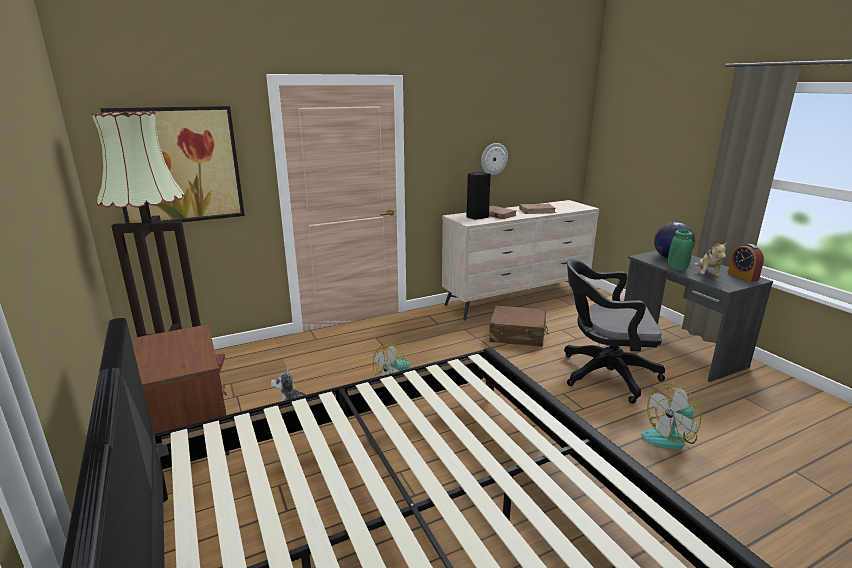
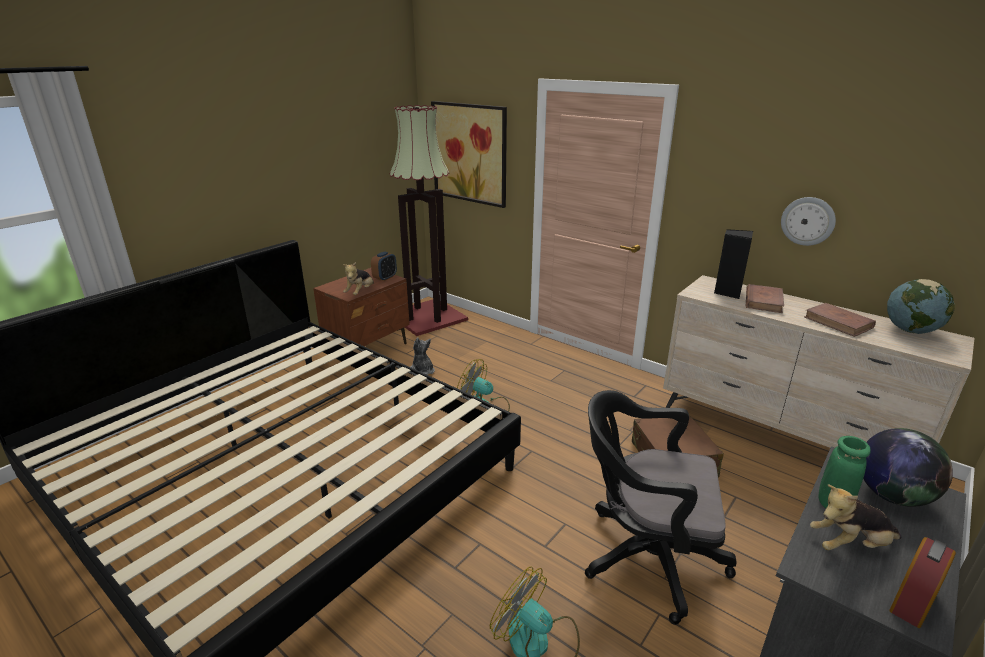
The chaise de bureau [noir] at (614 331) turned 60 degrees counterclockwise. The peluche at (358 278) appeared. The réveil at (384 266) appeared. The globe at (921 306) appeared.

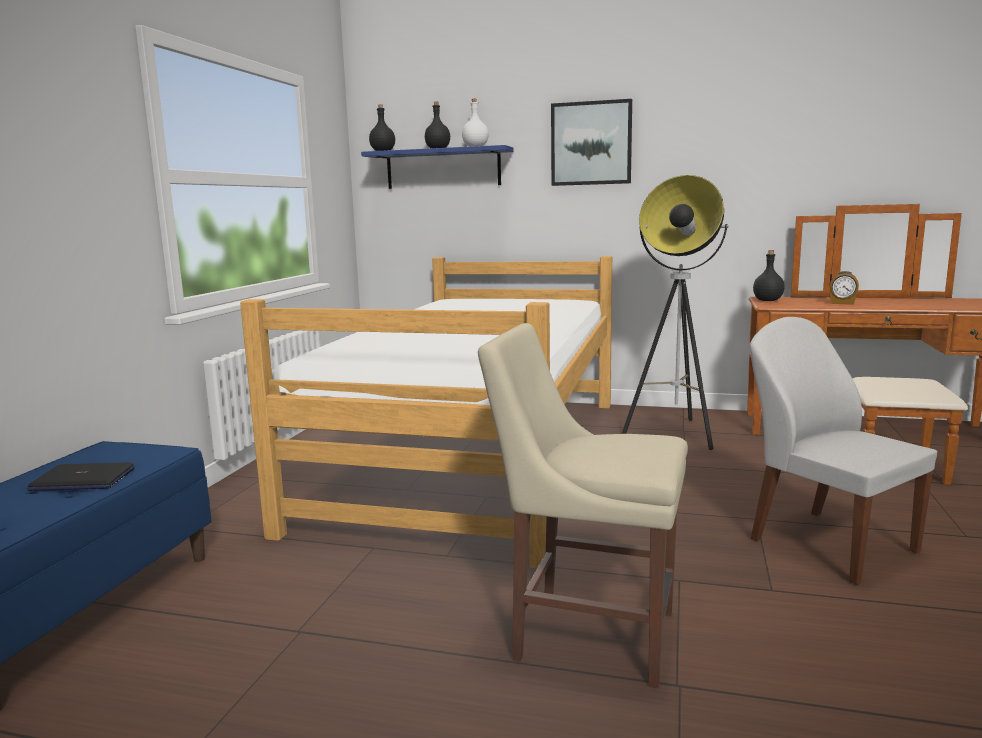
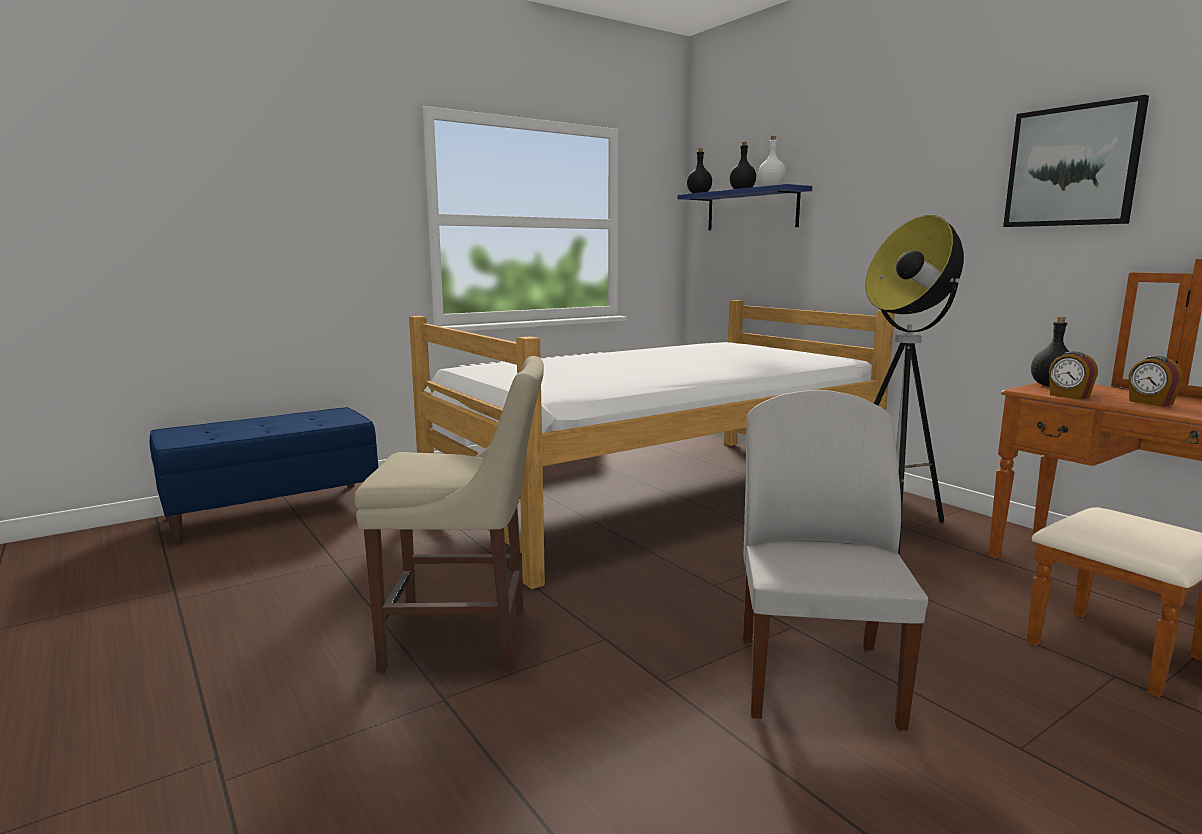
The ordinateur portable at (81 476) disappeared. The chaise [beige] at (583 505) turned 120 degrees clockwise. The tableau moved from (591 142) to (1076 161). The réveil at (1073 375) appeared.

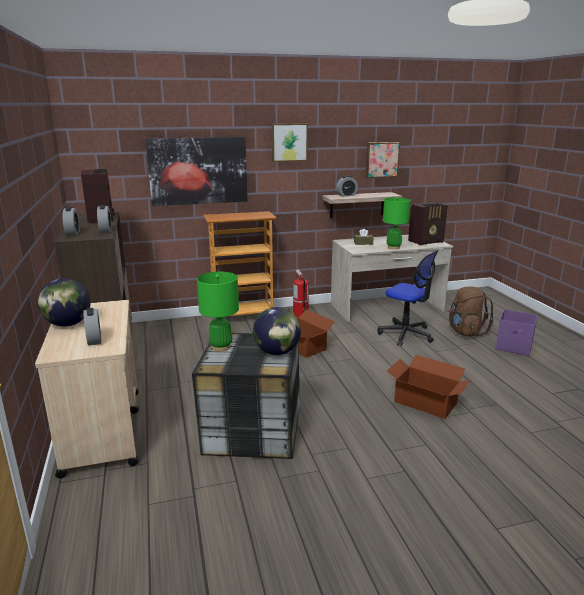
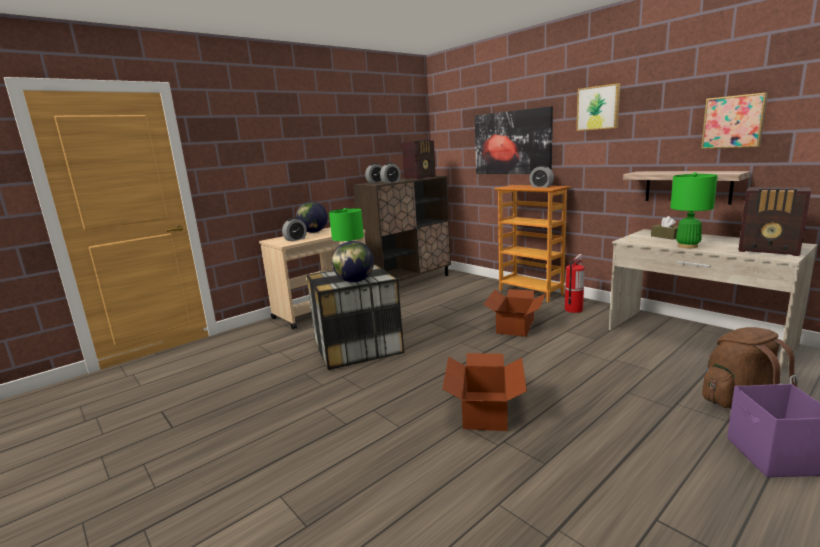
The réveil moved from (347 186) to (541 176). The chaise de bureau at (408 298) disappeared.

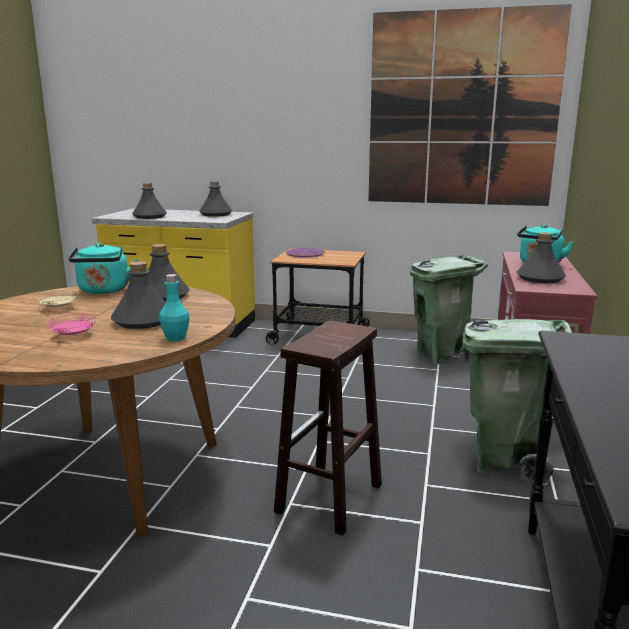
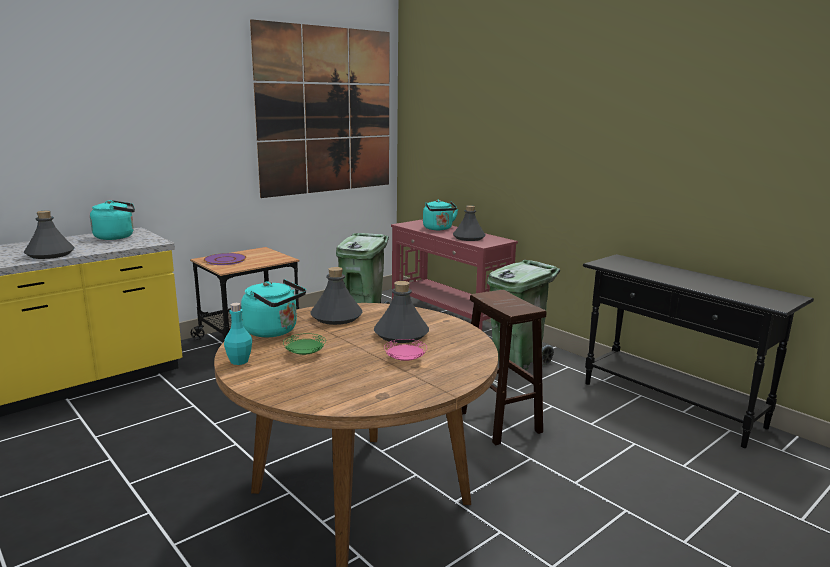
The assiette [beige] at (57 299) became the assiette [vert] at (304 344). The bouteille [turquoise] moved from (174 307) to (238 334). The bouteille [gris] at (215 199) was replaced by the bouilloire [turquoise] at (112 220).

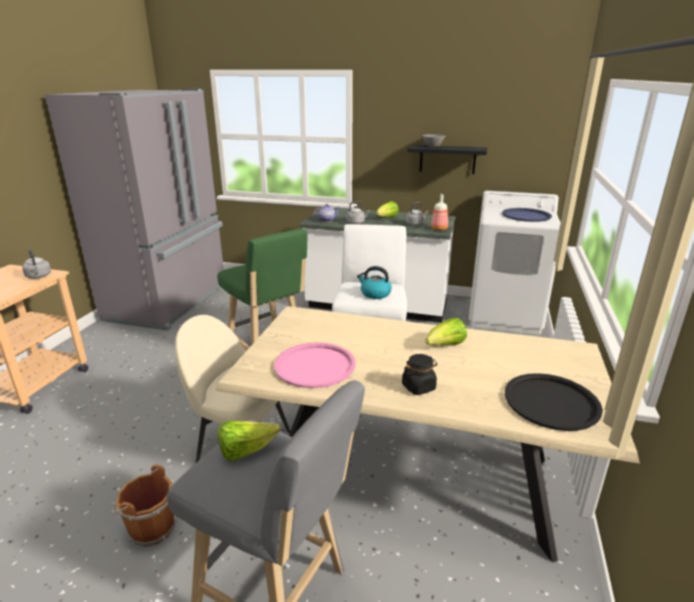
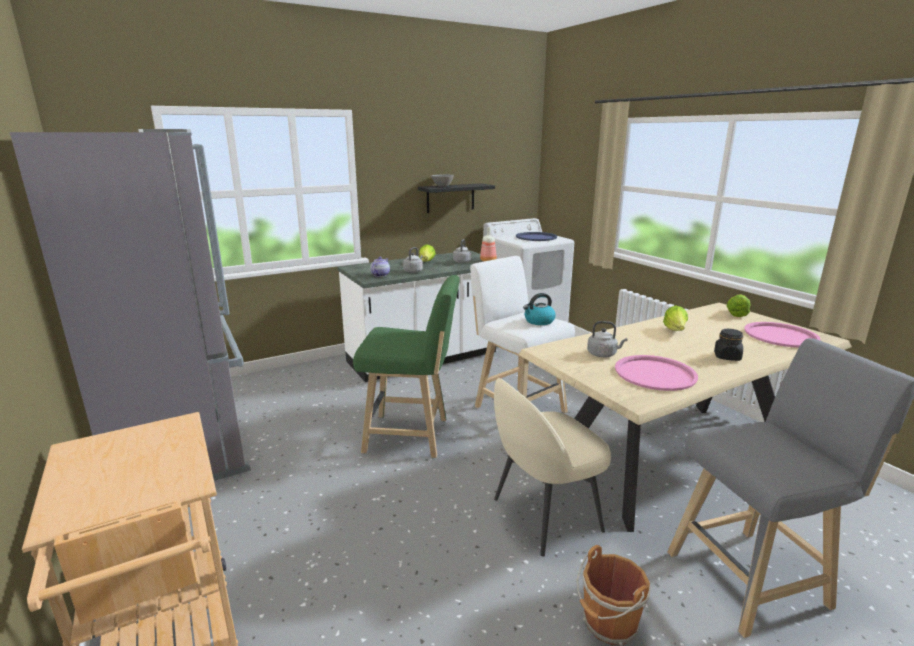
The bouilloire [gris] moved from (36 263) to (607 339). The laitue moved from (249 441) to (738 305). The plateau [noir] at (554 402) became the plateau [rose] at (782 335).

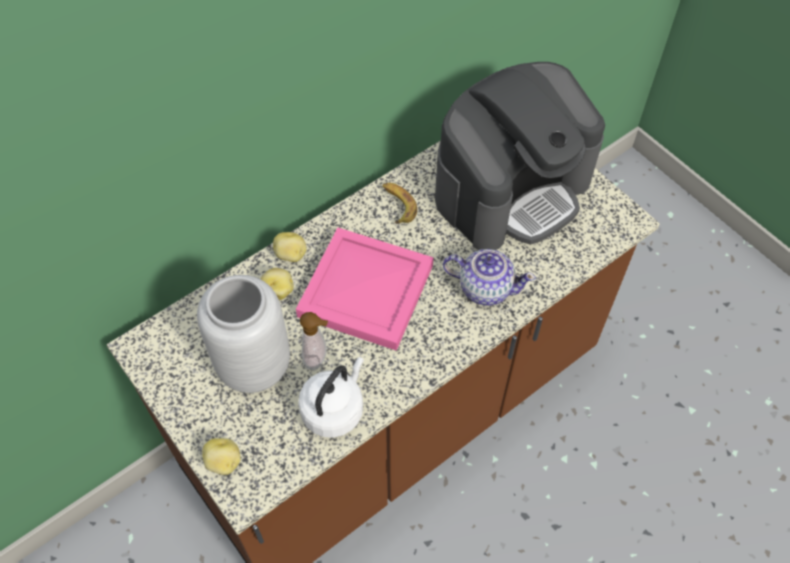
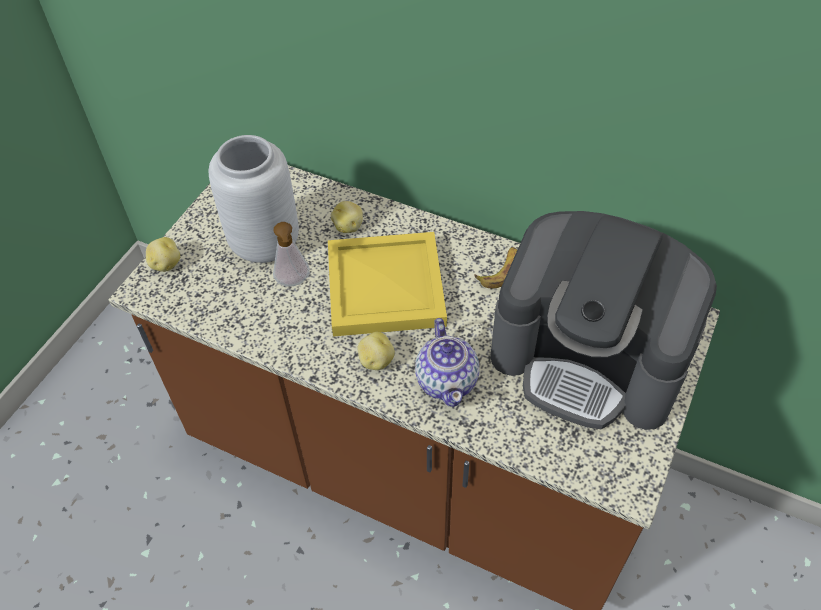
The pomme de terre moved from (290 247) to (376 351). The plateau [rose] at (365 289) became the plateau [jaune] at (387 284). The bouilloire [blanc] at (331 397) disappeared.

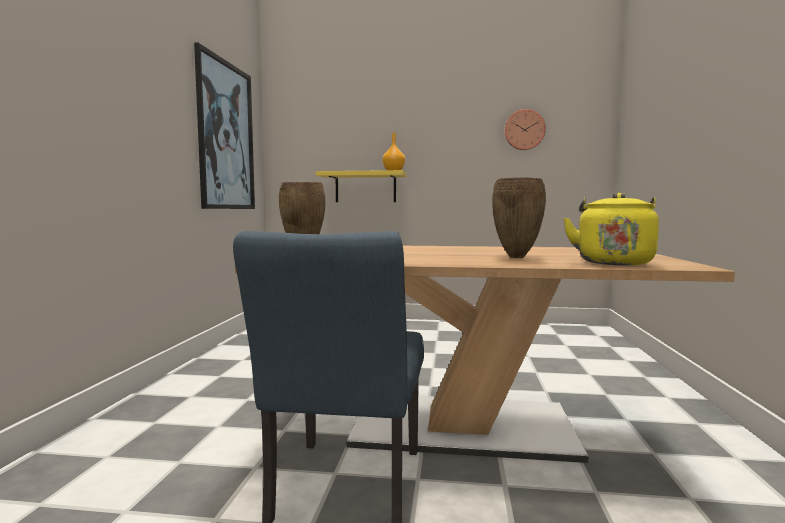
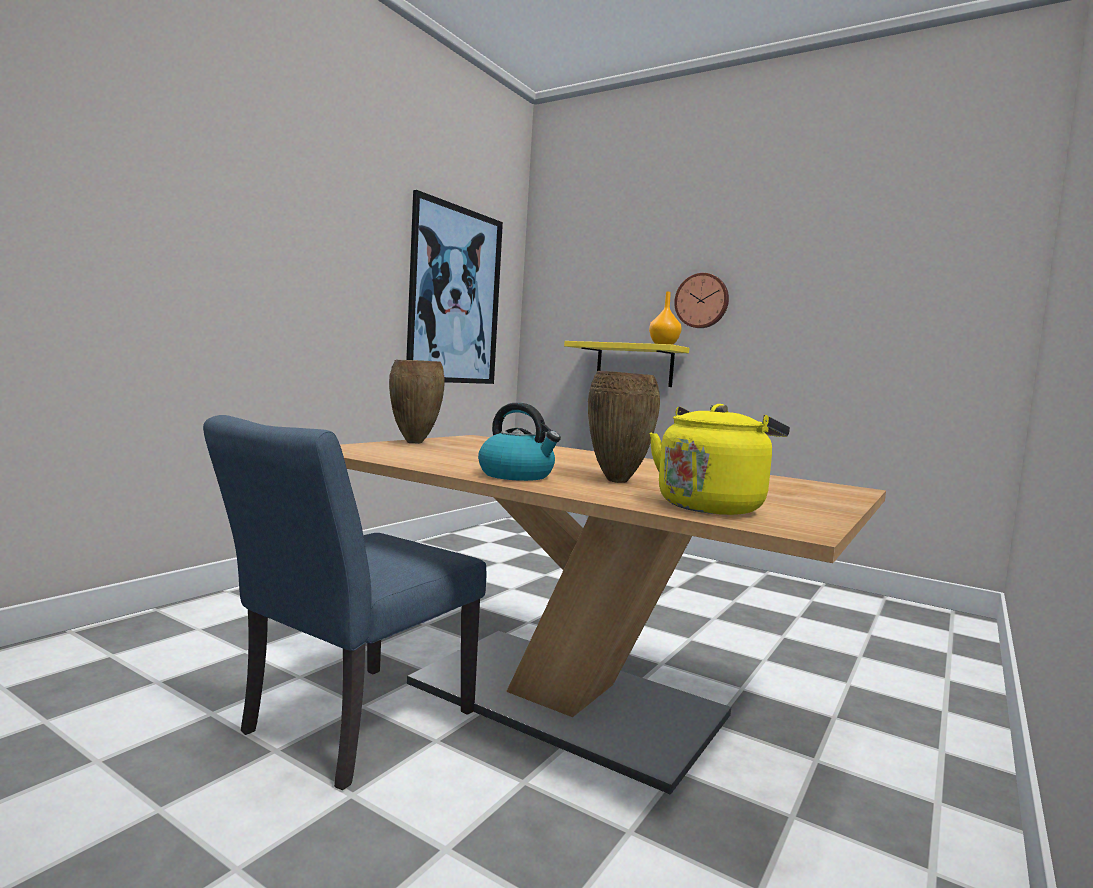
The horloge murale moved from (525 129) to (701 300). The bouilloire at (519 442) appeared.

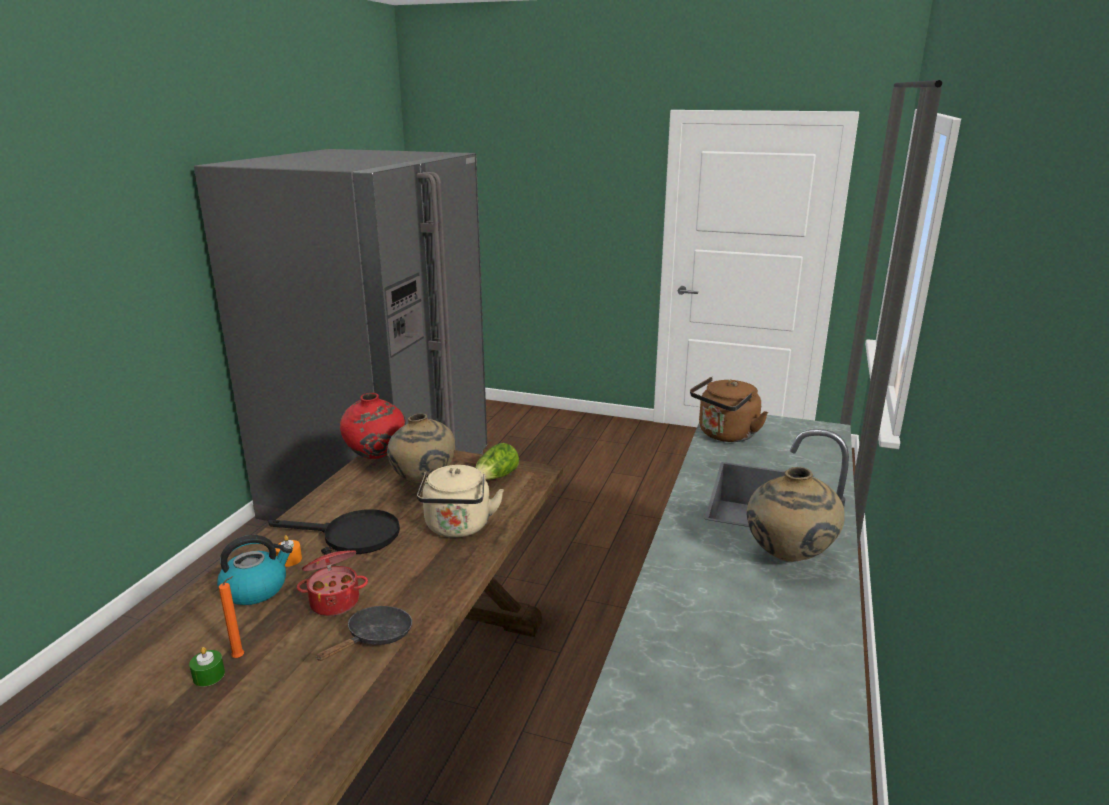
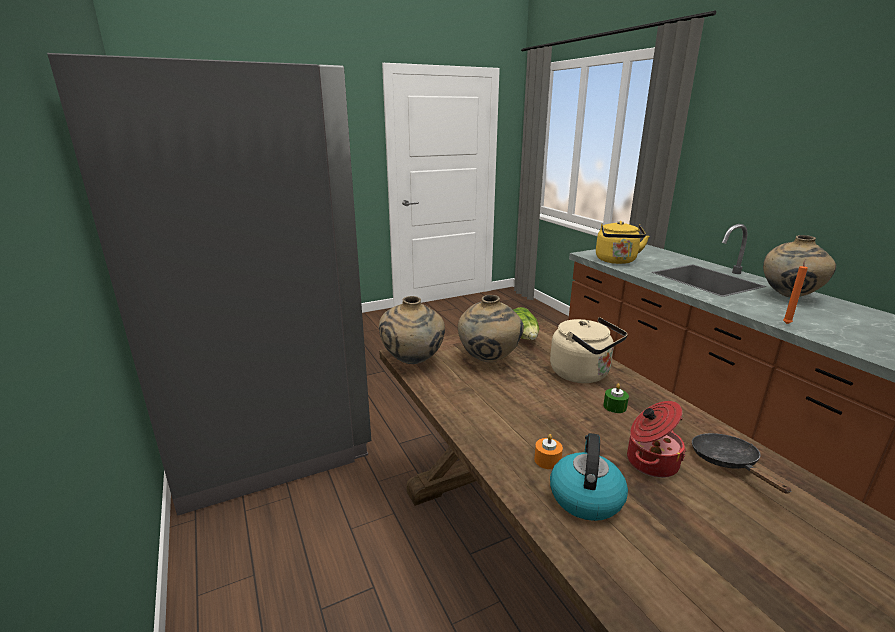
The bougie [vert] moved from (207 667) to (616 398). The bougie [orange] moved from (231 617) to (795 291). The poêle [noir] at (334 531) disappeared. The vase [rouge] at (373 426) became the vase [beige] at (412 330). The bouilloire [marron] at (729 409) became the bouilloire [jaune] at (622 242).

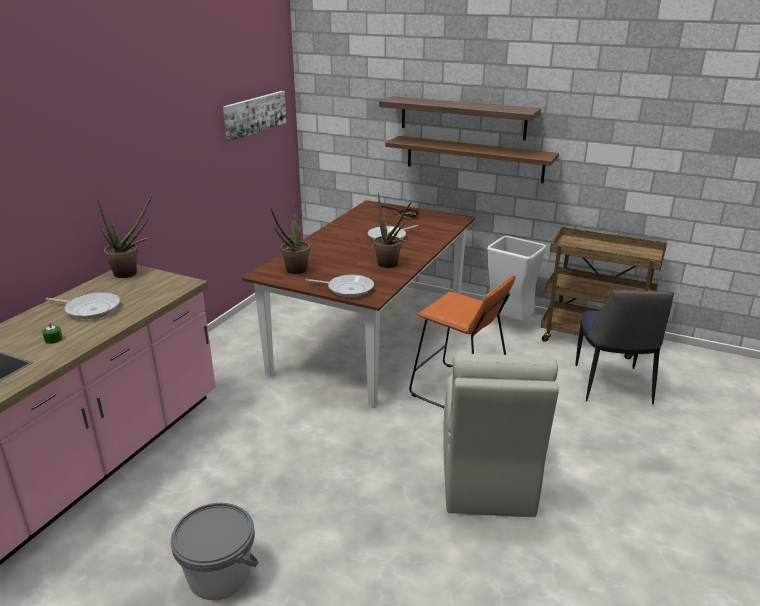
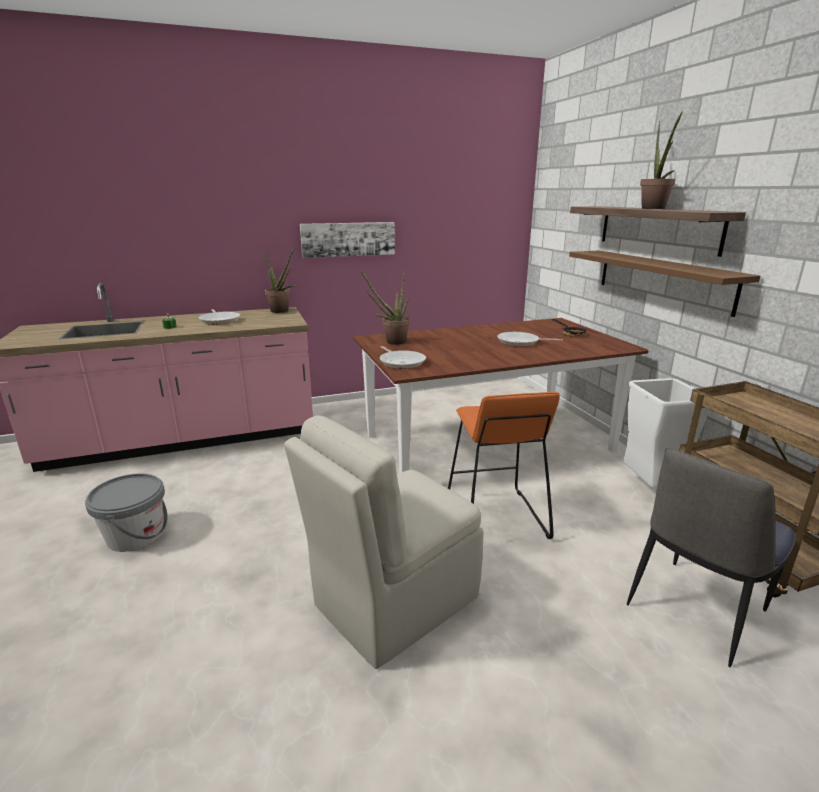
The tableau moved from (255 116) to (347 240). The plante en pot moved from (392 230) to (661 160).

